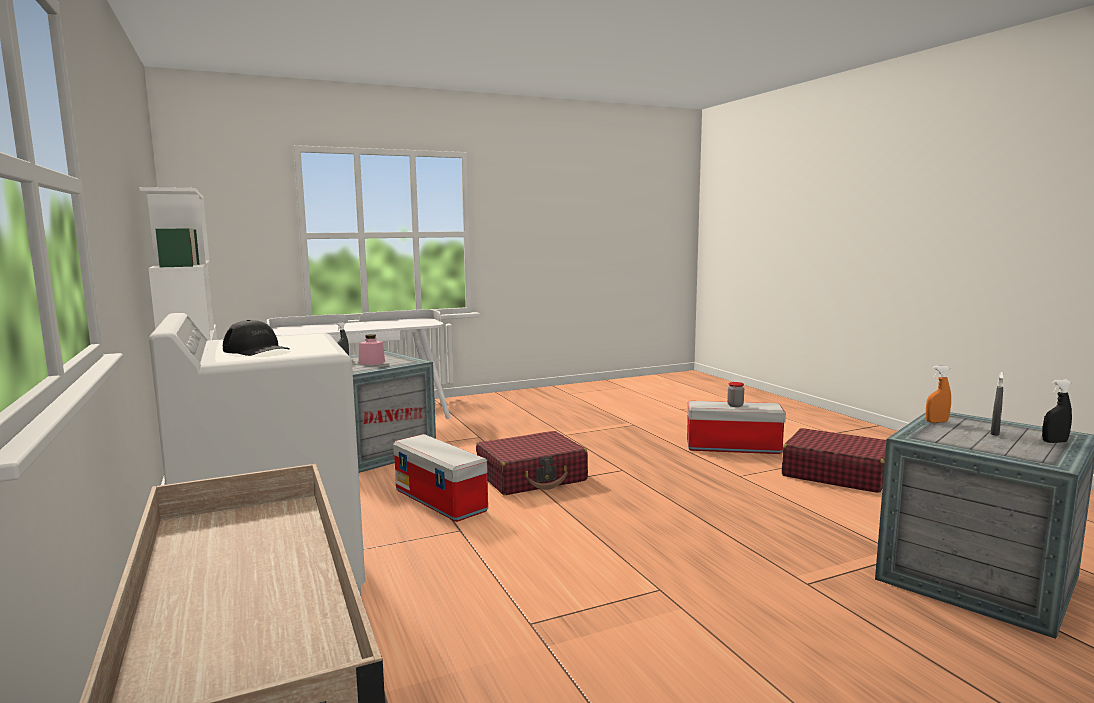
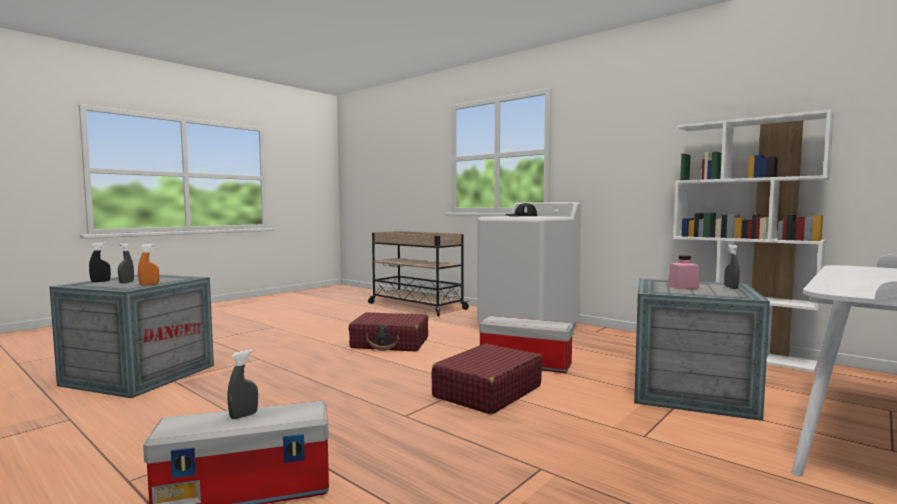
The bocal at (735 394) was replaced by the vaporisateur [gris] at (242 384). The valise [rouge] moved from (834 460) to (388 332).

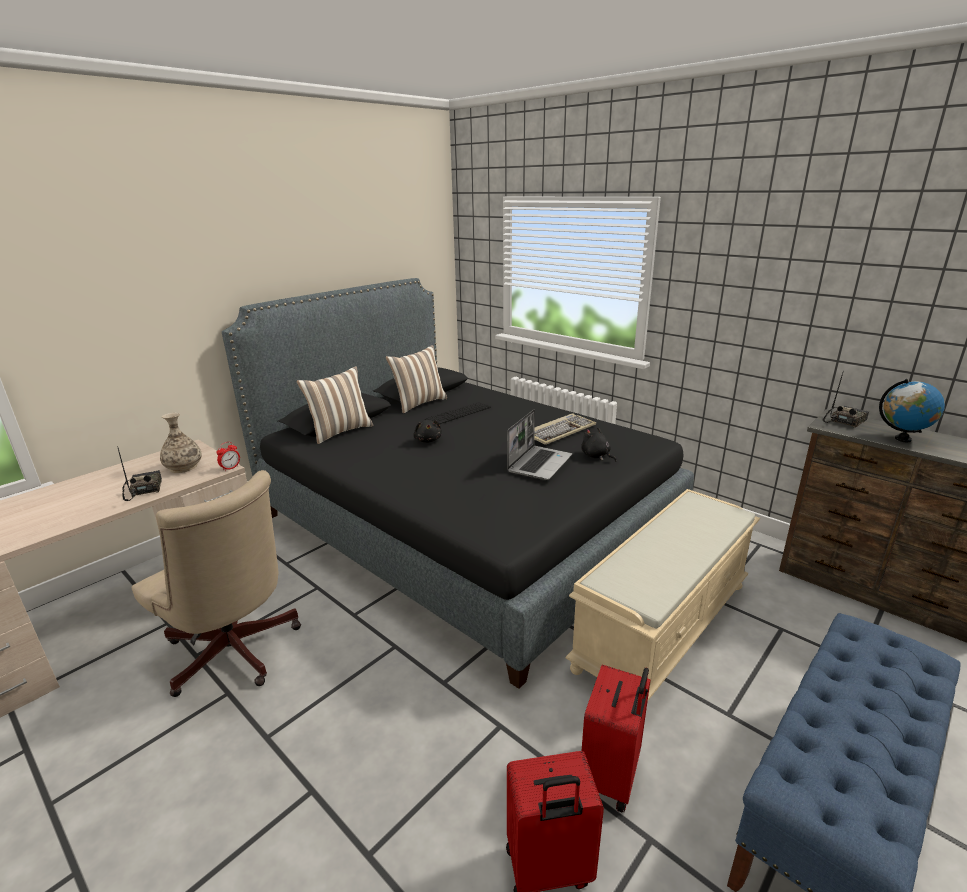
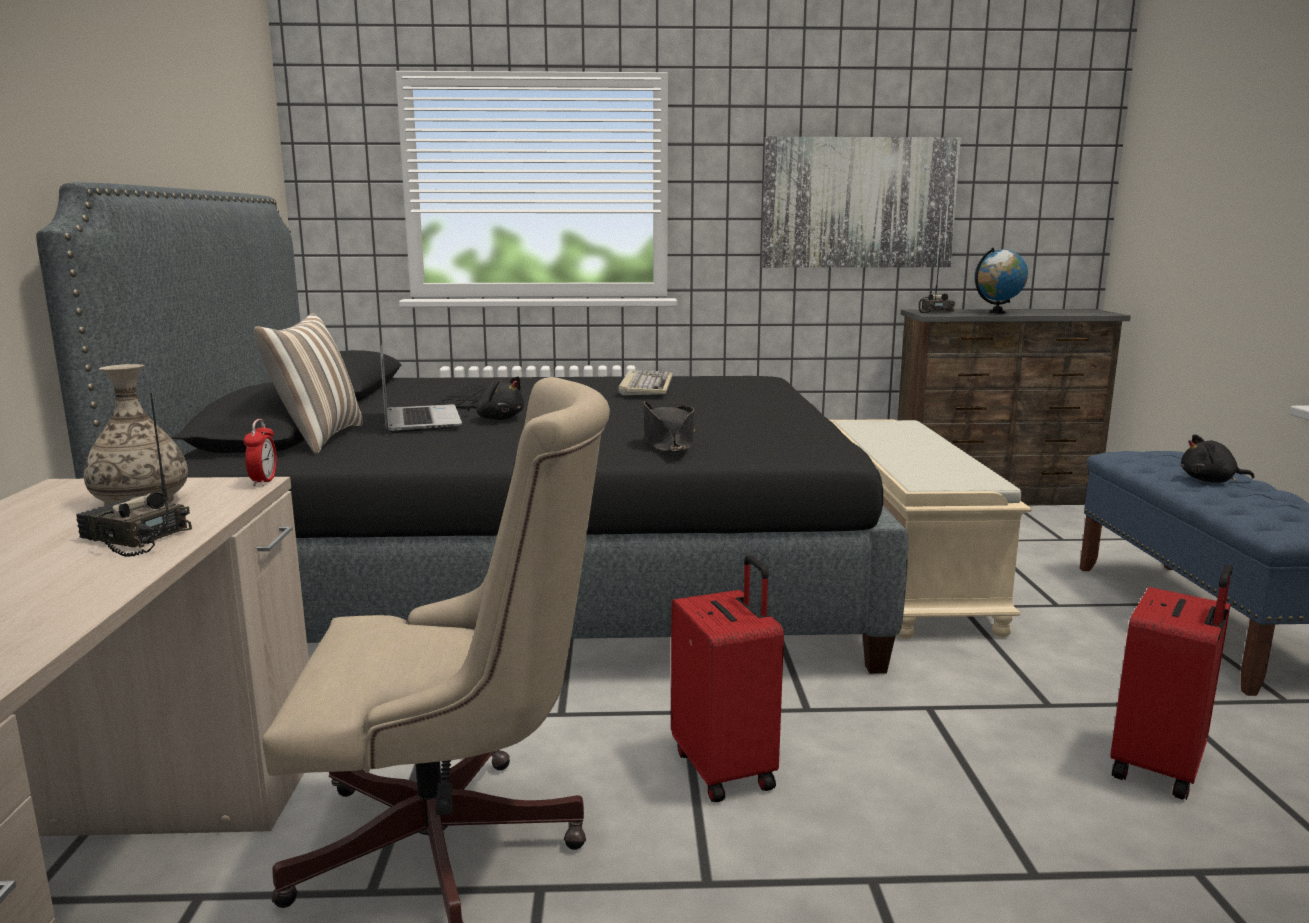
The coussin at (416 379) disappeared. The ordinateur portable moved from (539 444) to (421 388). The peluche [noir] moved from (599 444) to (1218 458). The valise [rouge] moved from (616 738) to (727 678). The chapeau [noir] at (669 426) appeared. The tableau at (861 202) appeared.

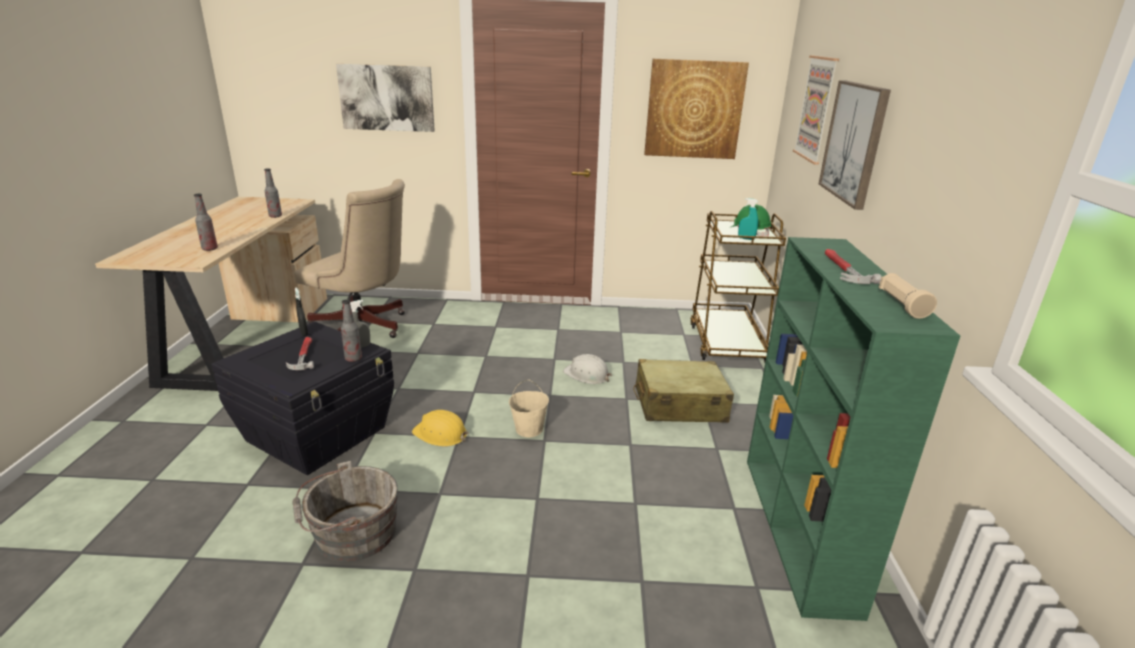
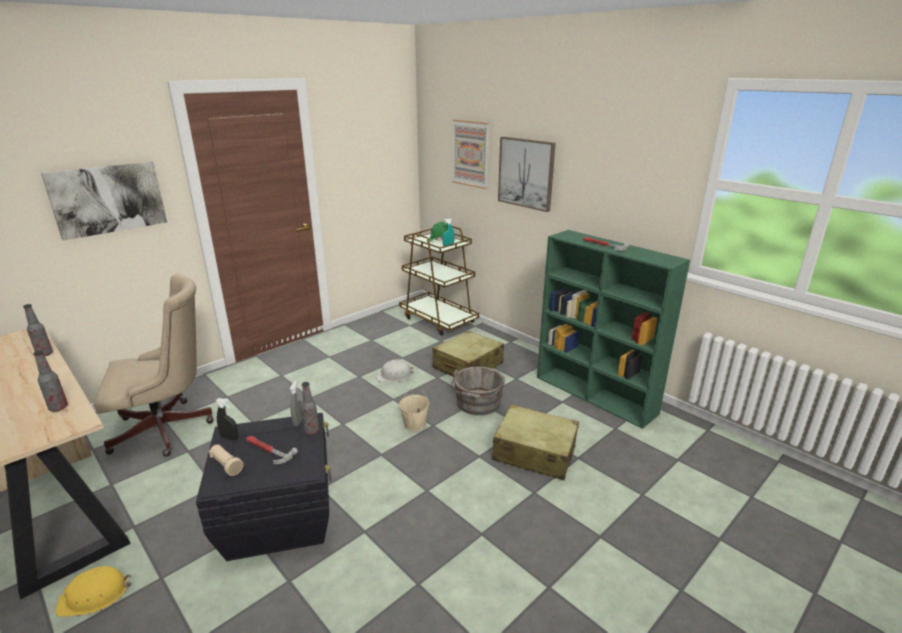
The seau [gris] moved from (345 511) to (478 390). The casque de chantier [jaune] moved from (440 428) to (93 591). The tableau at (696 109) disappeared. The lampe de poche [beige] moved from (908 296) to (226 460). The valise [beige] at (535 442) appeared.

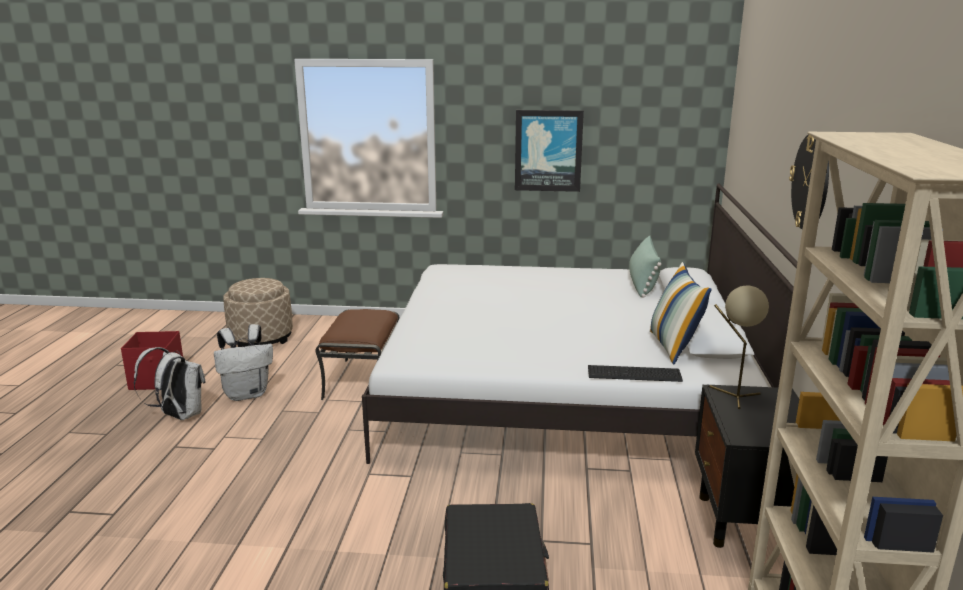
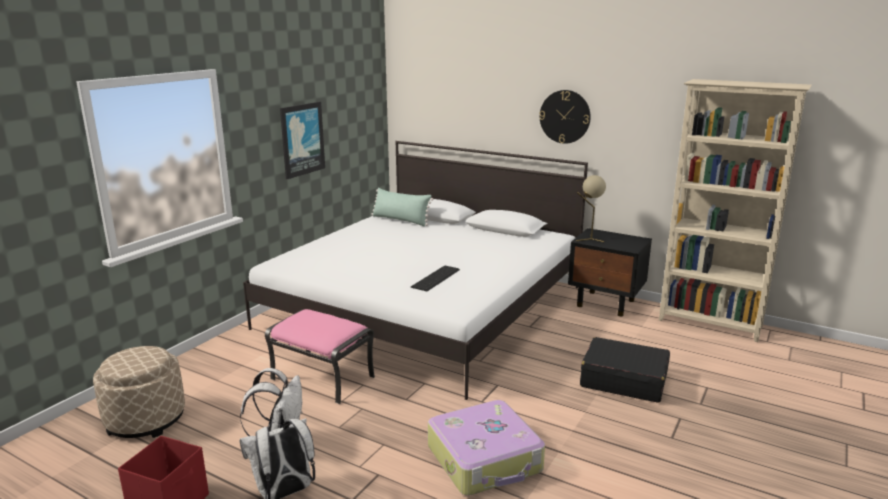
The pouf [marron] at (357 354) became the pouf [rose] at (320 356). The clavier moved from (635 373) to (435 278). The coussin at (680 313) disappeared. The valise at (486 448) appeared.

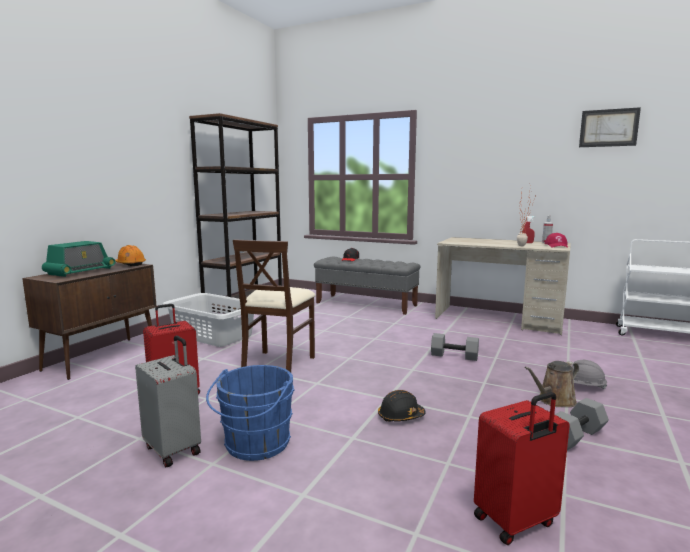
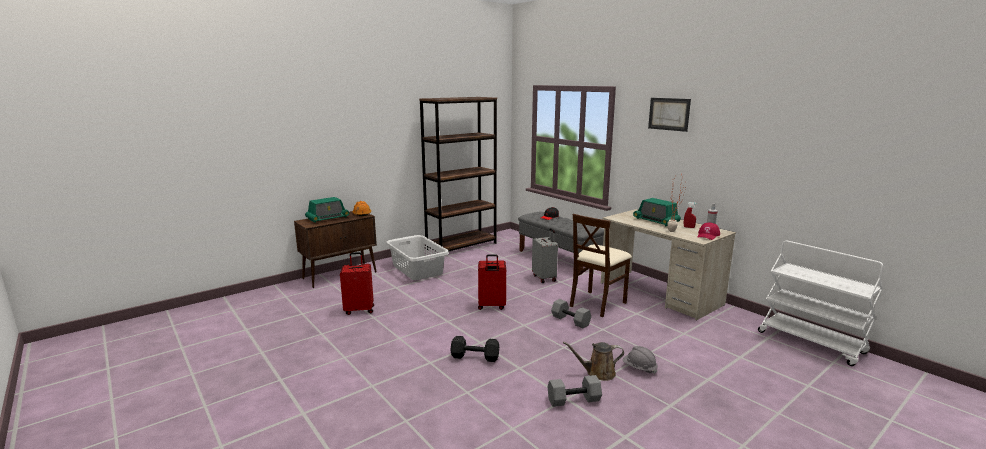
The valise [gris] moved from (168 401) to (545 255). The seau [bleu] at (250 413) disappeared. The chaise [beige] moved from (274 306) to (601 265). The casque de chantier [noir] at (402 406) was replaced by the haltère [noir] at (474 349). The valise [rouge] moved from (522 468) to (492 282). The tableau moved from (610 127) to (669 115). The radio at (657 212) appeared.

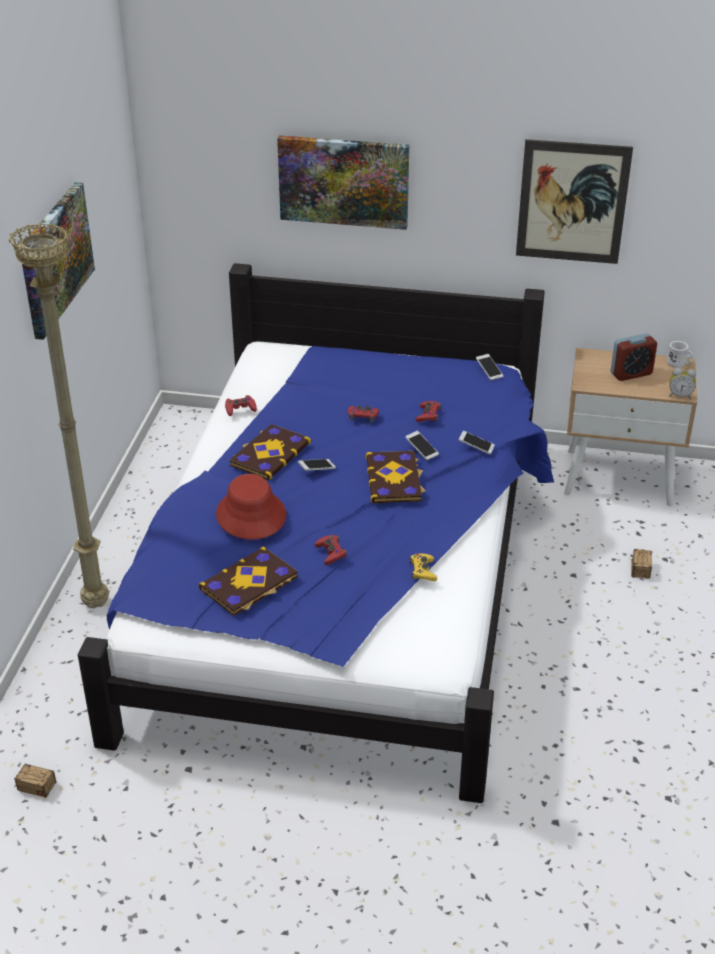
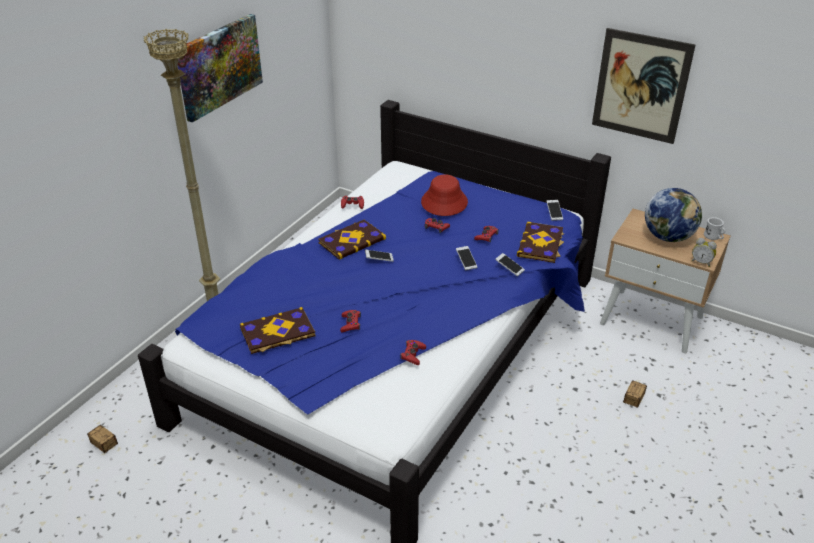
The chapeau [rouge] moved from (251 507) to (444 195). The tableau at (343 182) disappeared. The livre moved from (396 477) to (540 242). The manette [jaune] at (423 567) became the manette [rouge] at (413 352). The réveil at (634 357) was replaced by the globe at (673 215).

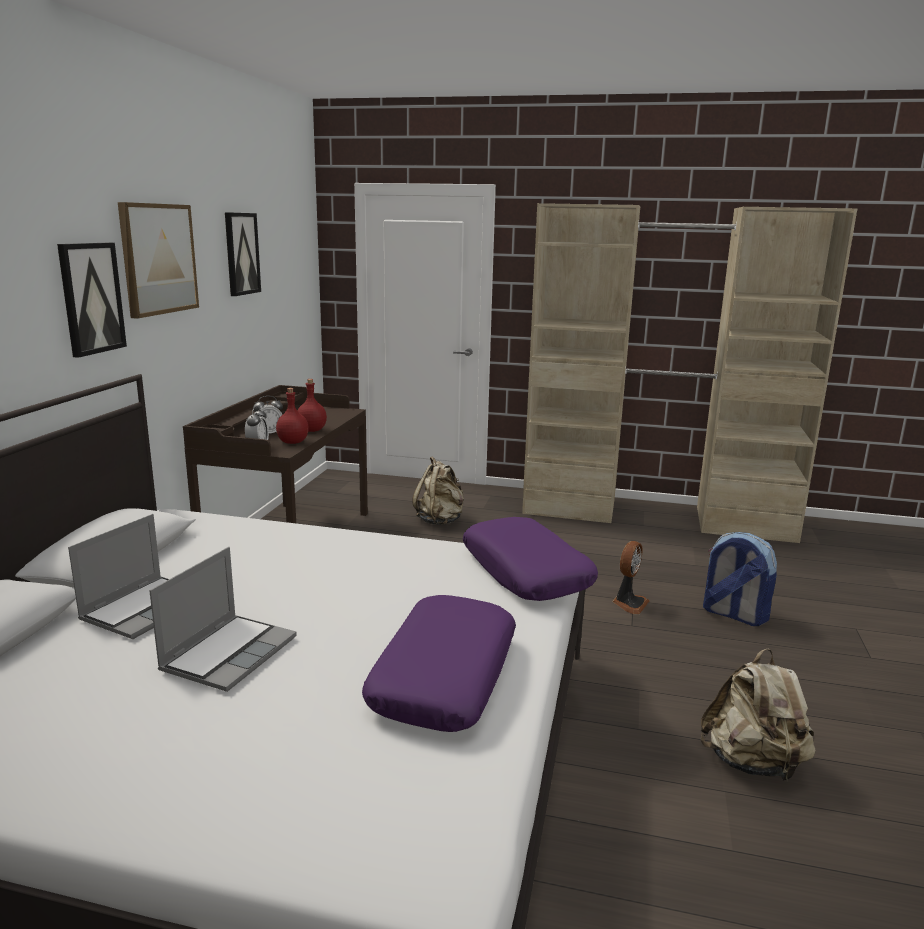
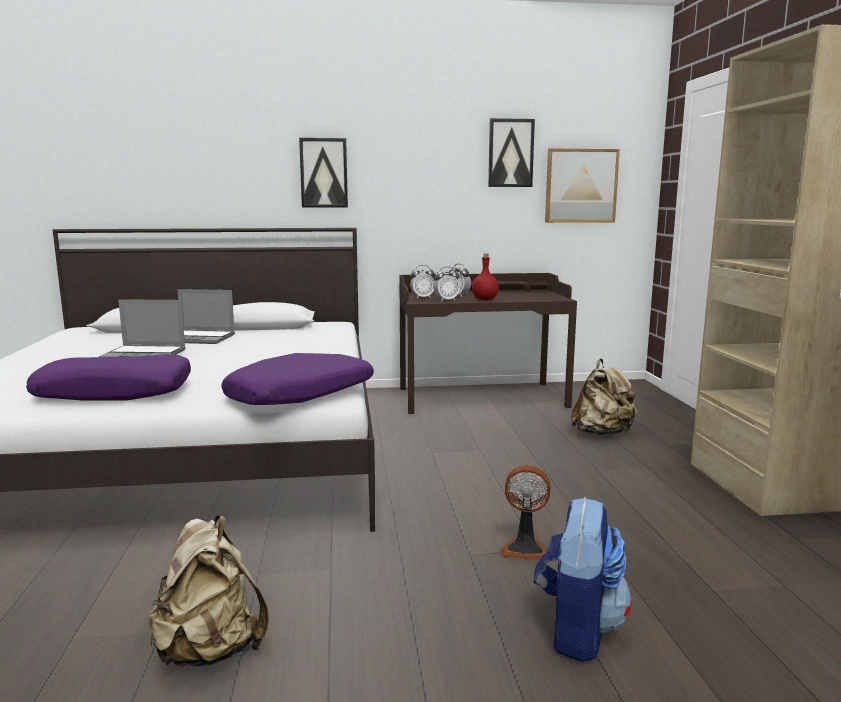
The tableau moved from (158 260) to (582 185). The bouteille [rouge] at (292 416) was replaced by the réveil at (447 284).

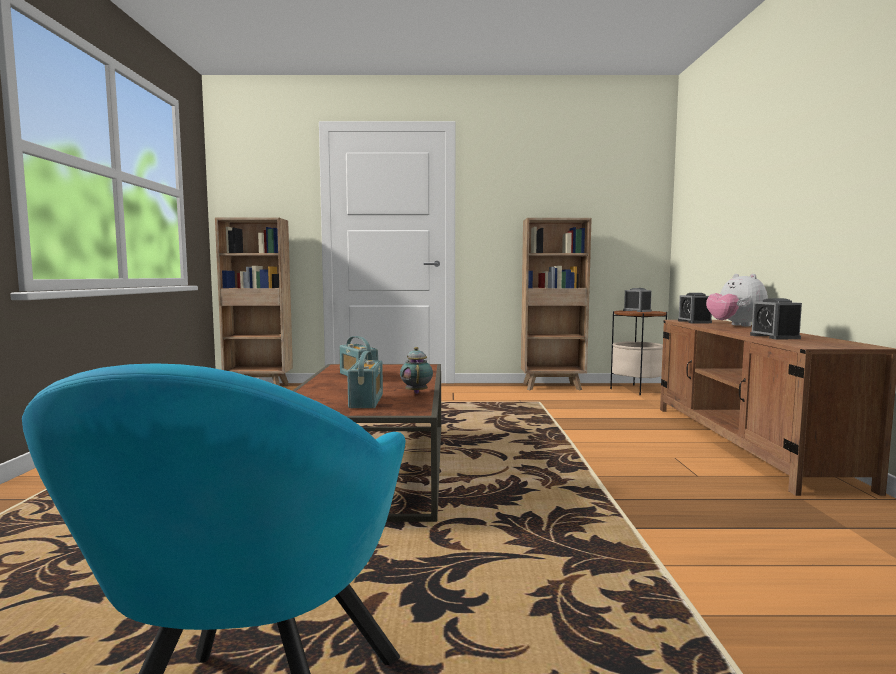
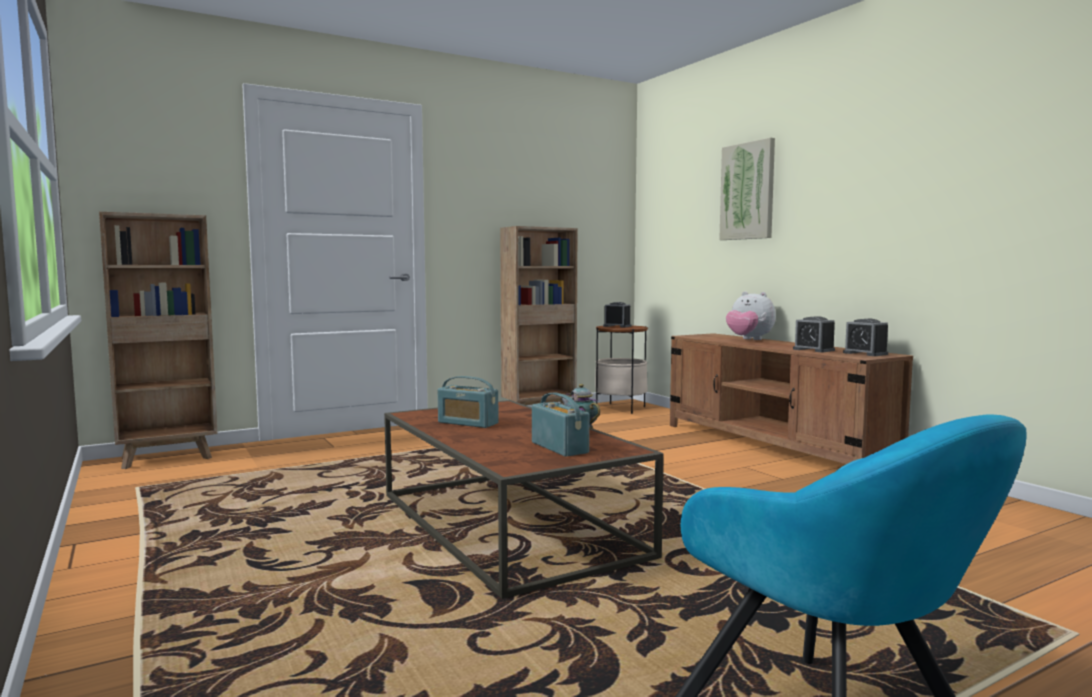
The réveil moved from (695 308) to (865 337). The tableau at (747 189) appeared.

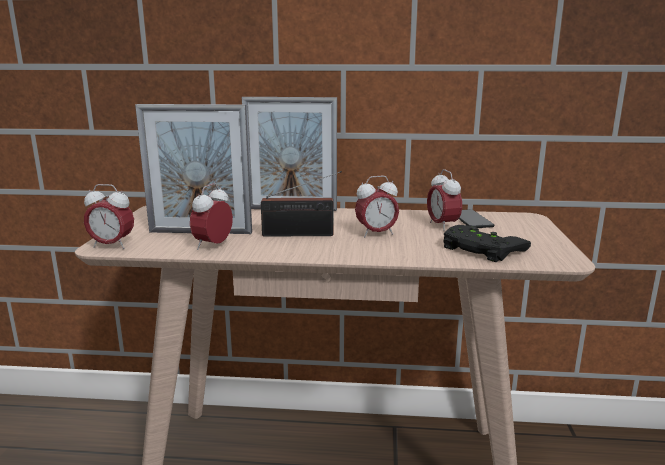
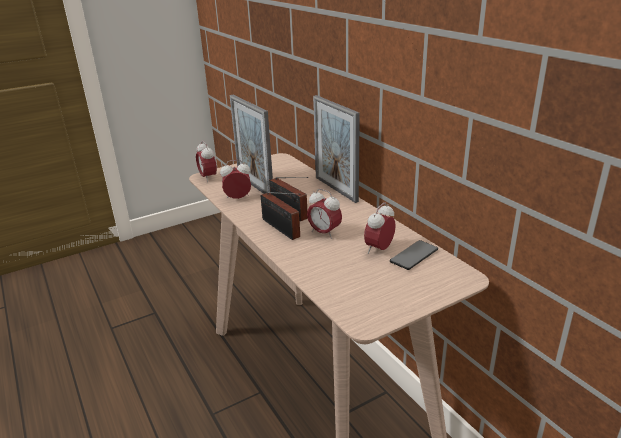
The manette [noir] at (487 243) disappeared. The radio at (280 216) appeared.

